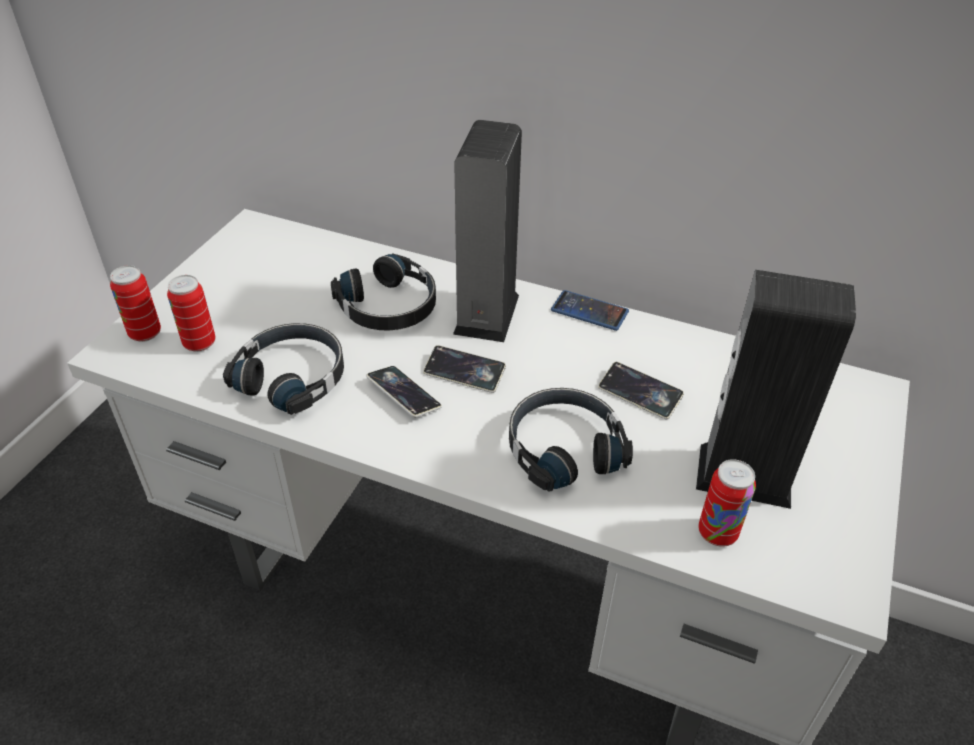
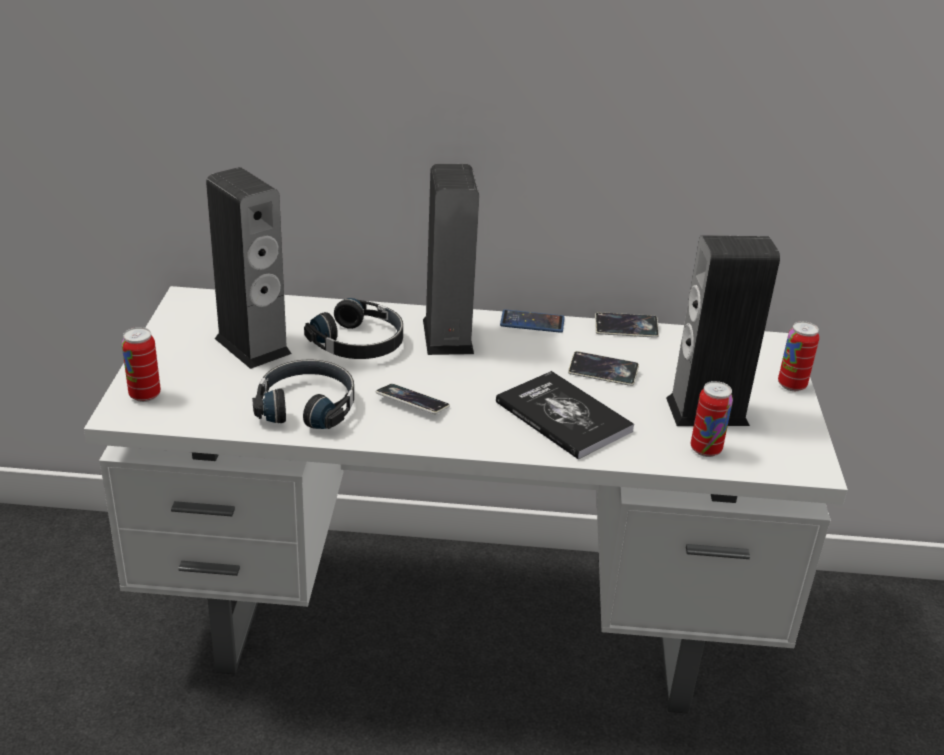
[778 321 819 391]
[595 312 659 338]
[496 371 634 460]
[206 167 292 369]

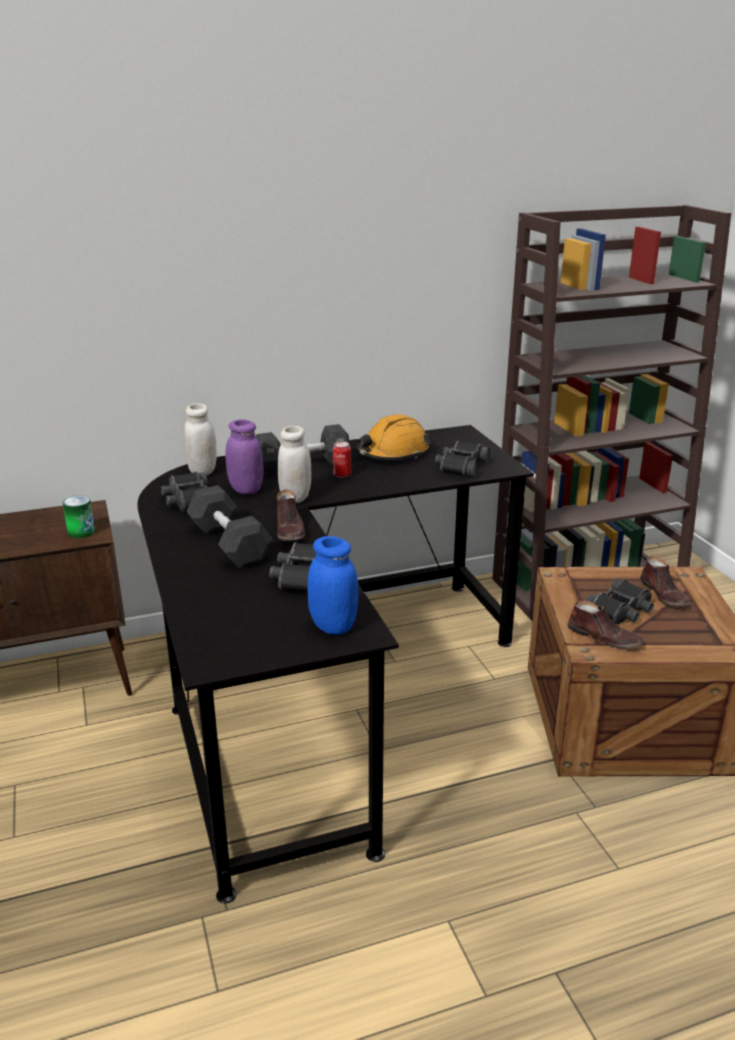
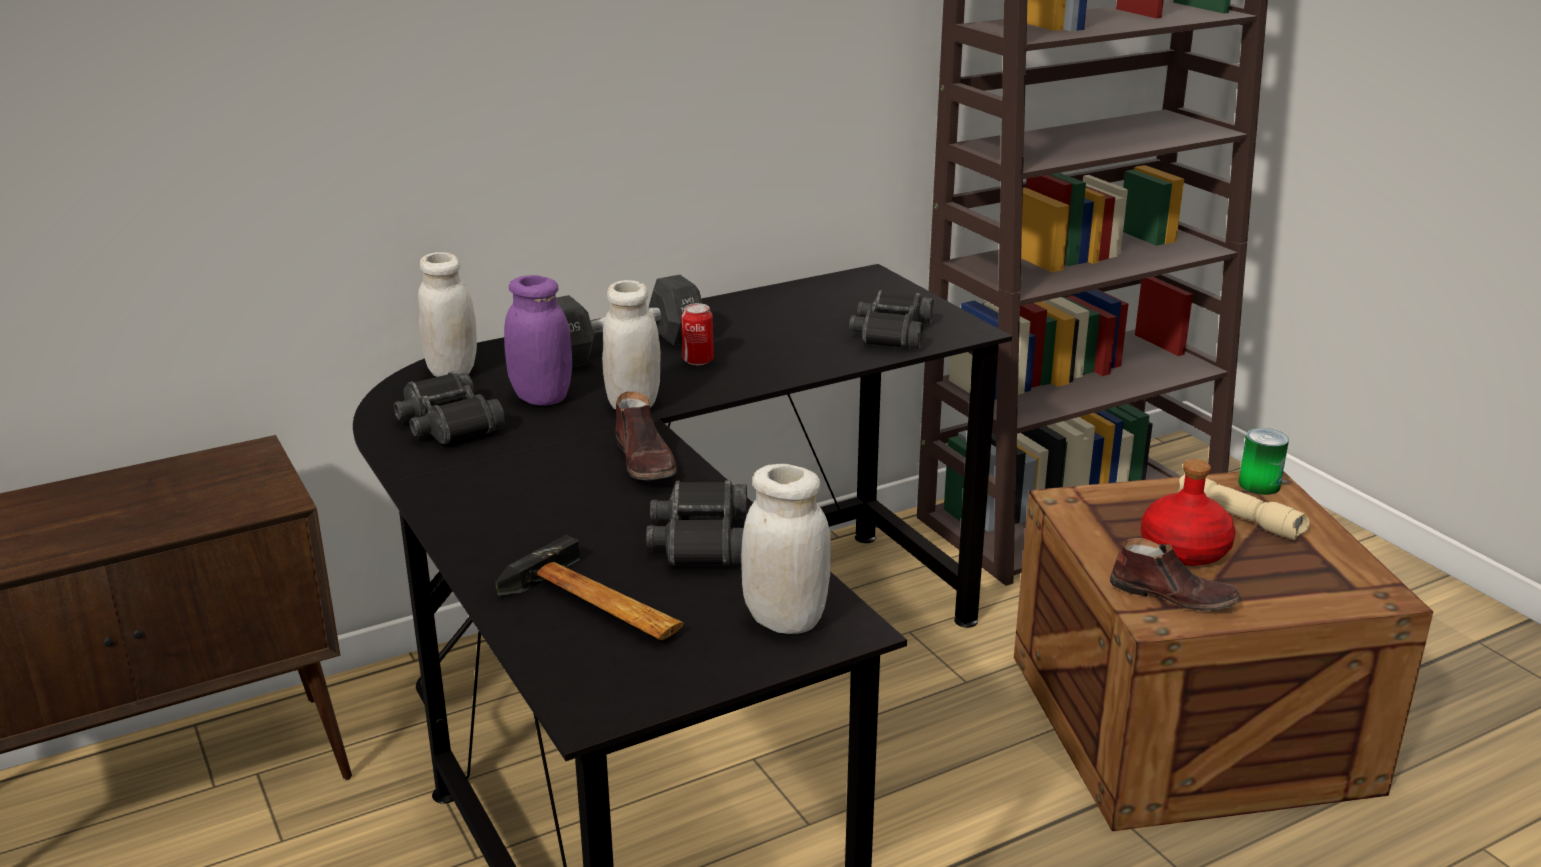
[356 415 431 460] (first image)
[186 485 273 568] (first image)
[1238 428 1289 495]
[741 464 831 634]
[1178 475 1310 540]
[1141 459 1236 566]
[496 535 684 640]

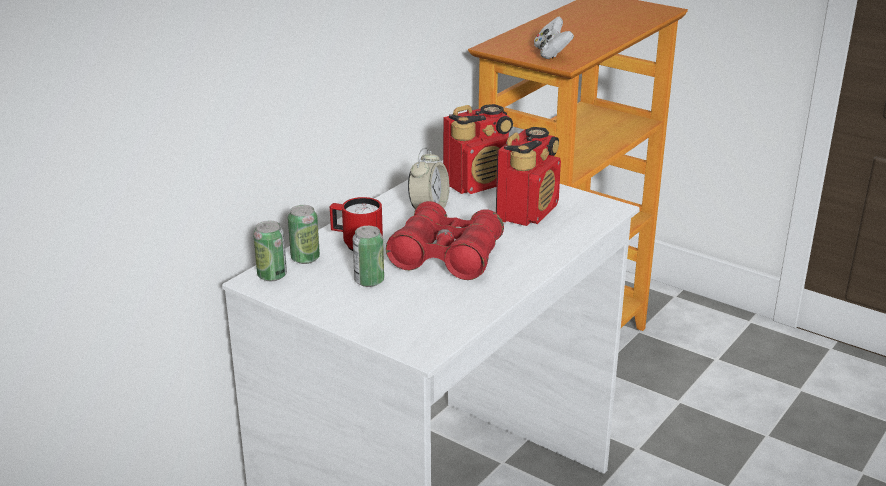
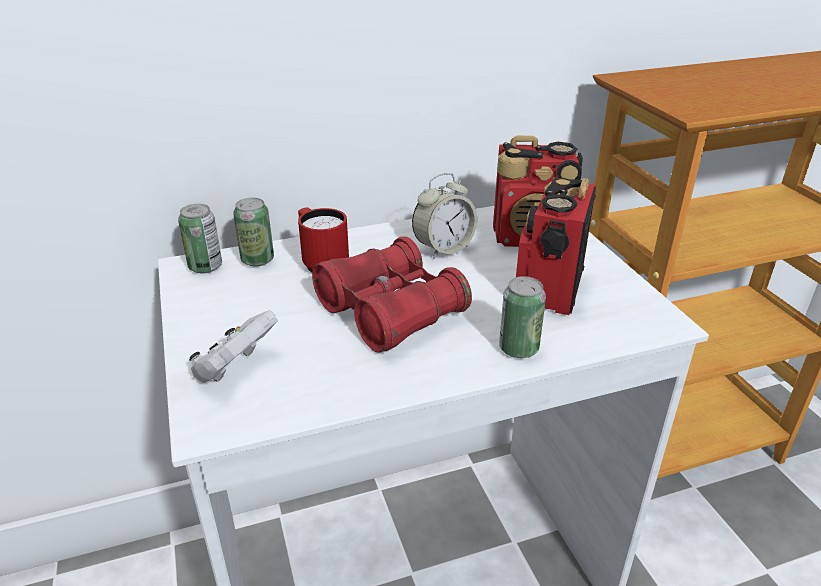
[189 310 278 382]
[516 178 596 315]
[499 276 546 358]

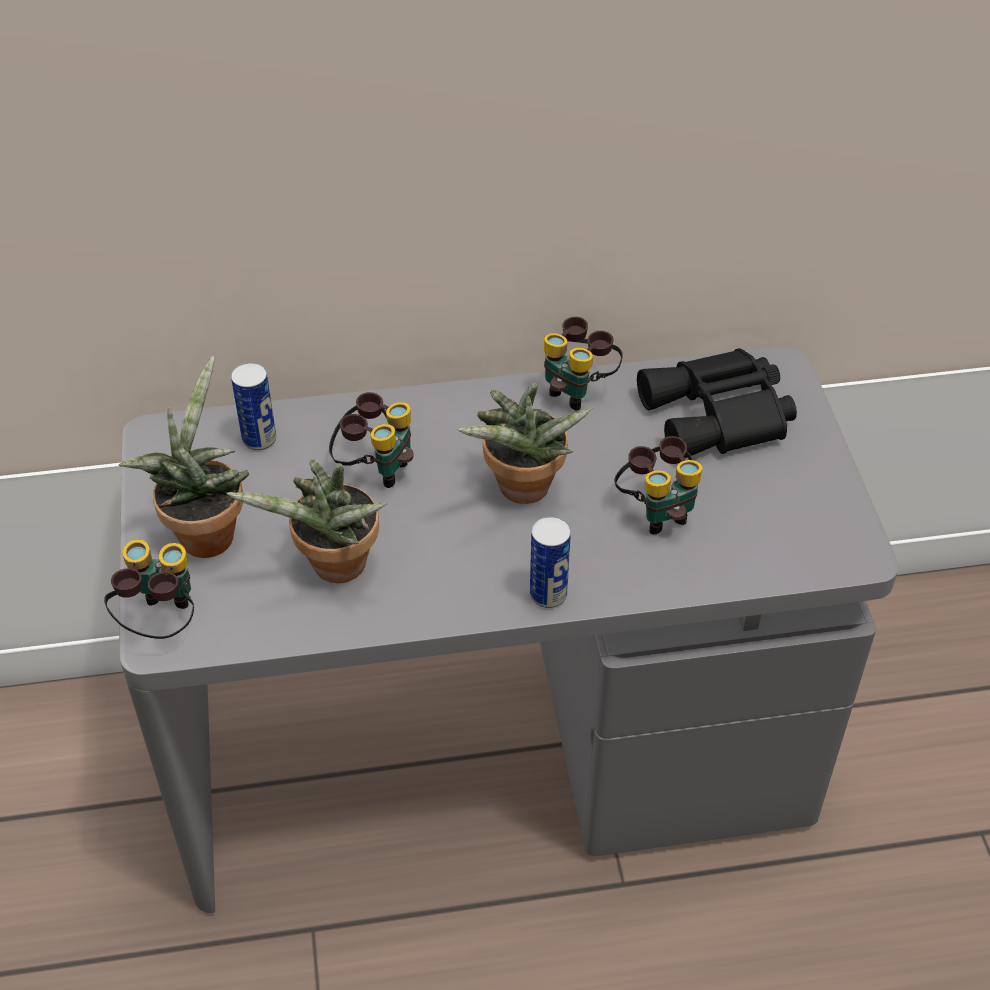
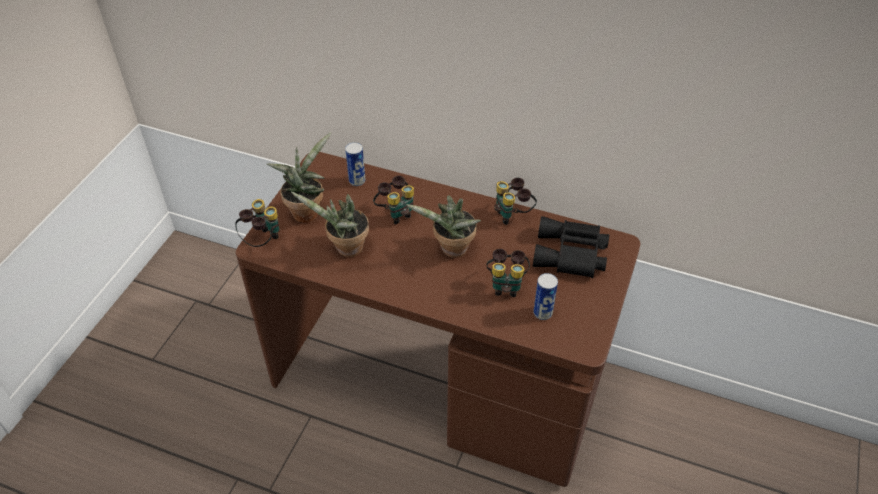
[236 152 640 487]
[533 273 558 320]

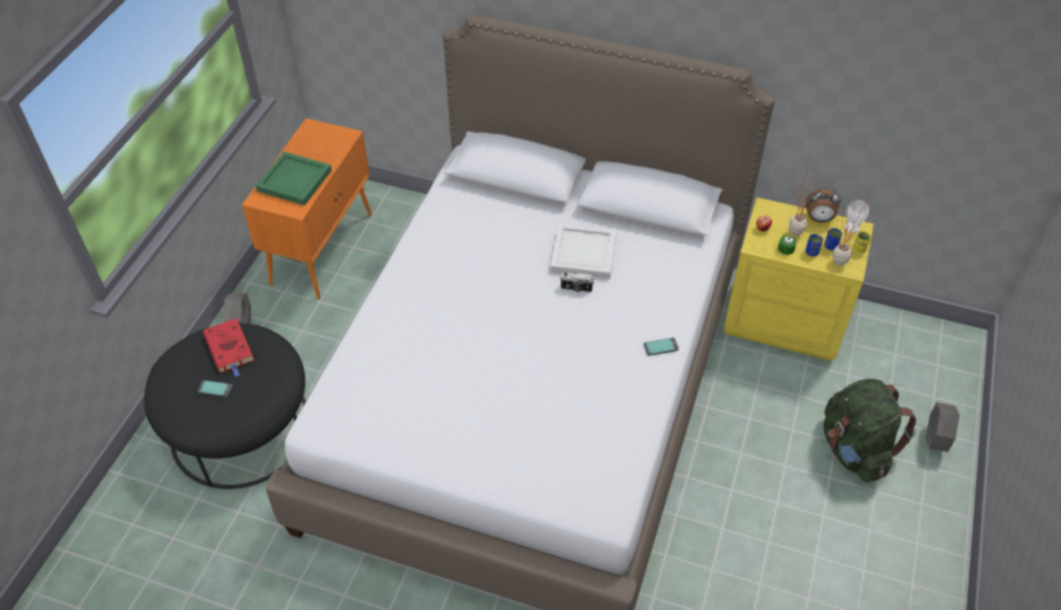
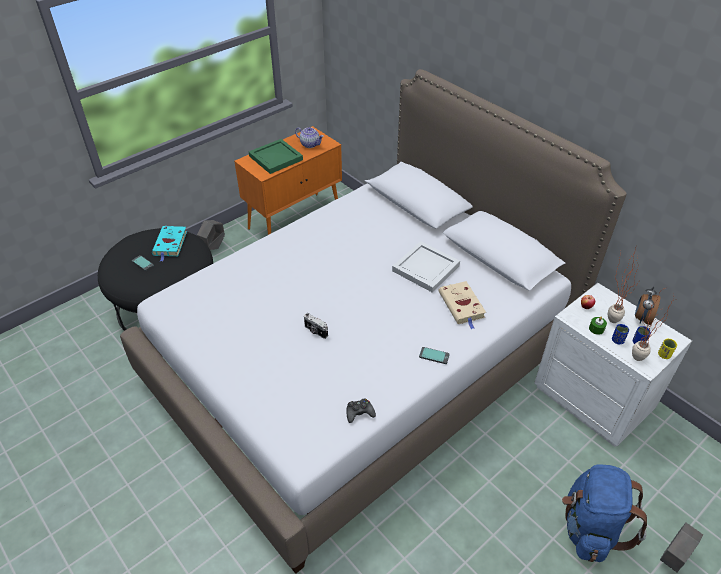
[635 287 660 325]
[534 283 692 447]
[845 200 869 233] (first image)
[304 313 328 339]
[152 226 187 261]
[562 464 647 562]
[295 127 324 148]
[438 281 486 329]
[346 399 376 423]

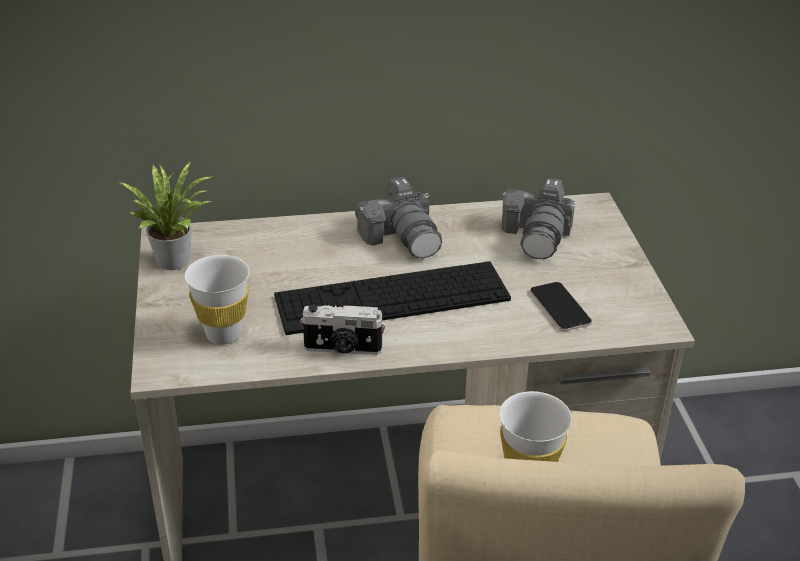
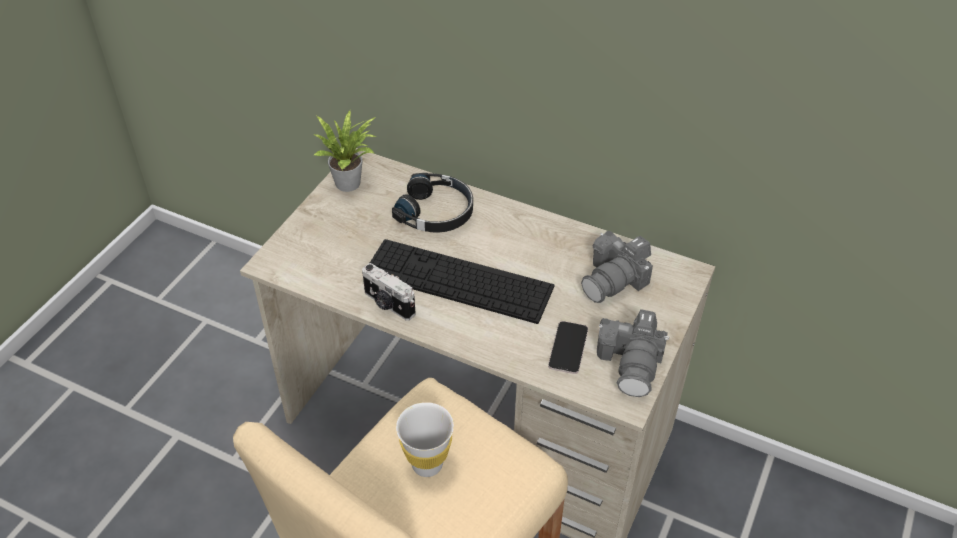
[597 309 669 397]
[184 255 250 345] (first image)
[392 173 473 233]

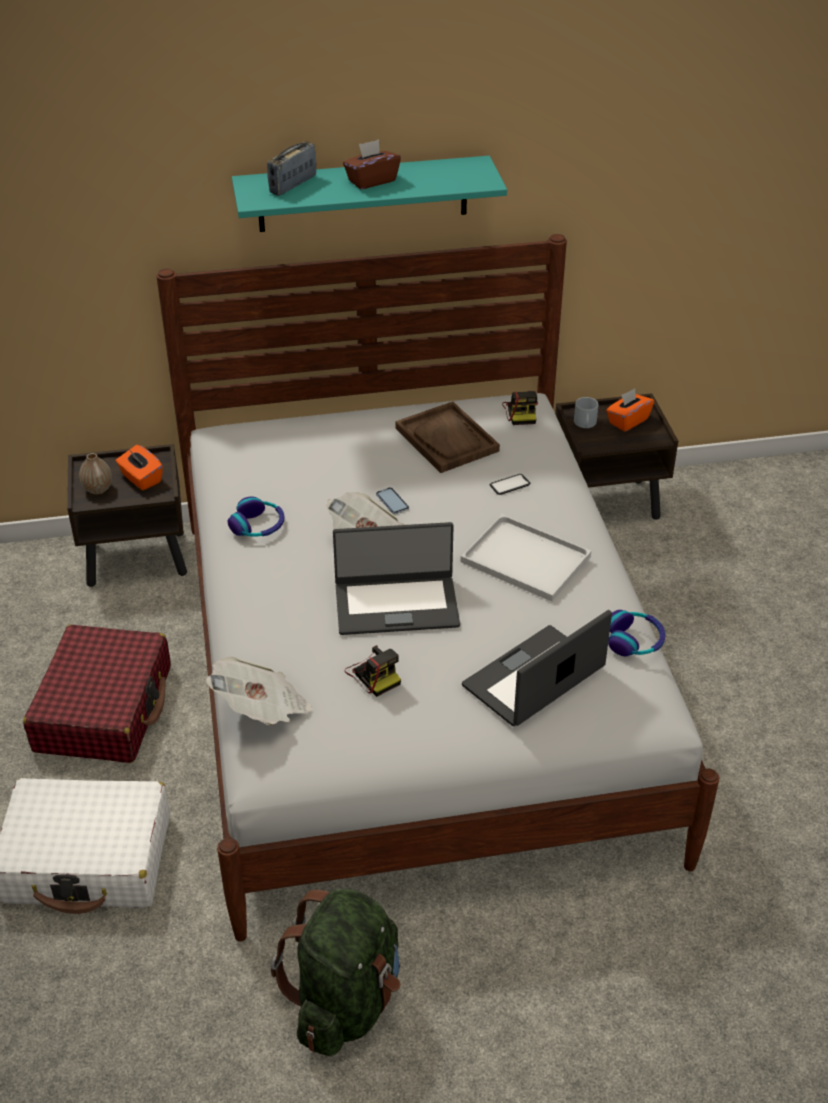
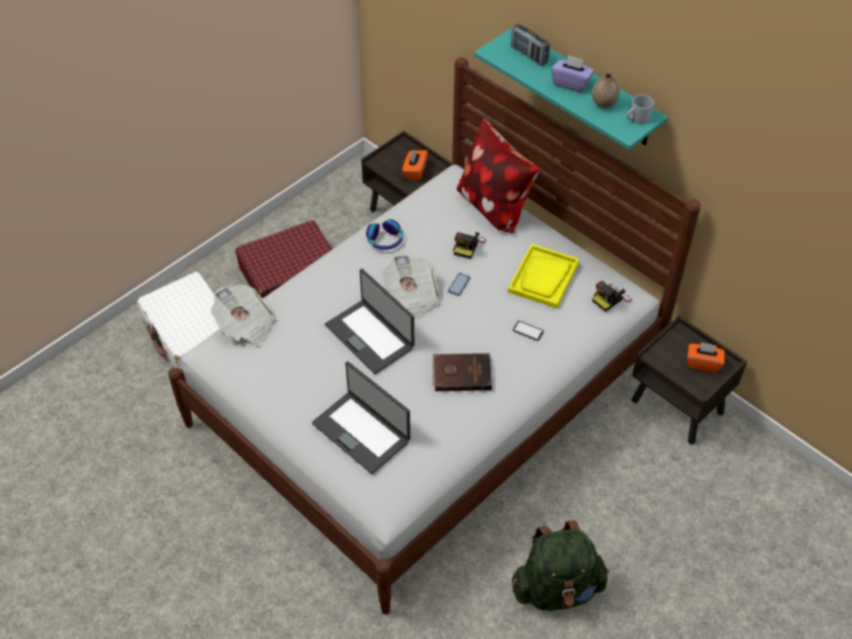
[551 55 594 93]
[511 23 550 66]
[627 95 654 124]
[508 244 580 309]
[592 73 620 109]
[432 353 492 391]
[312 361 410 474]
[608 610 665 656] (first image)
[453 232 486 259]
[512 520 610 611]
[457 118 540 233]

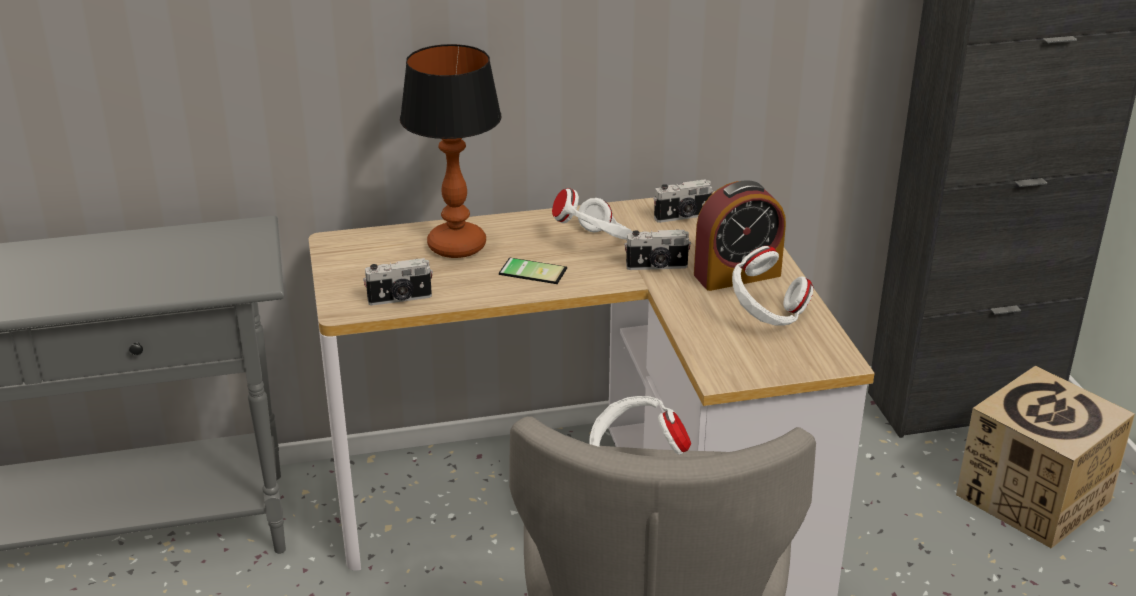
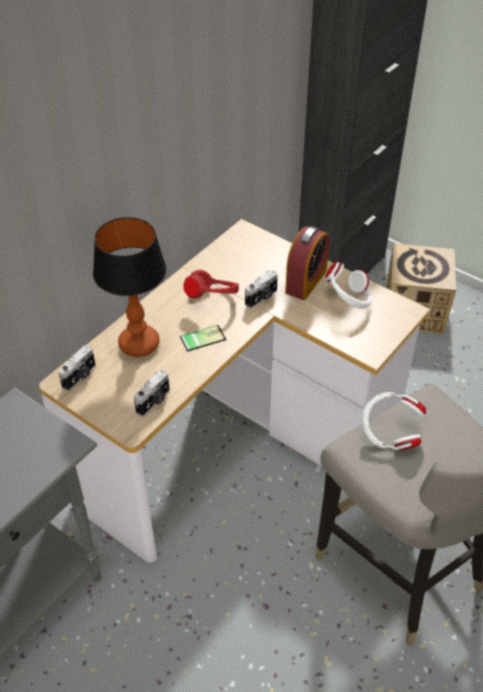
[58 345 95 391]
[183 270 239 299]

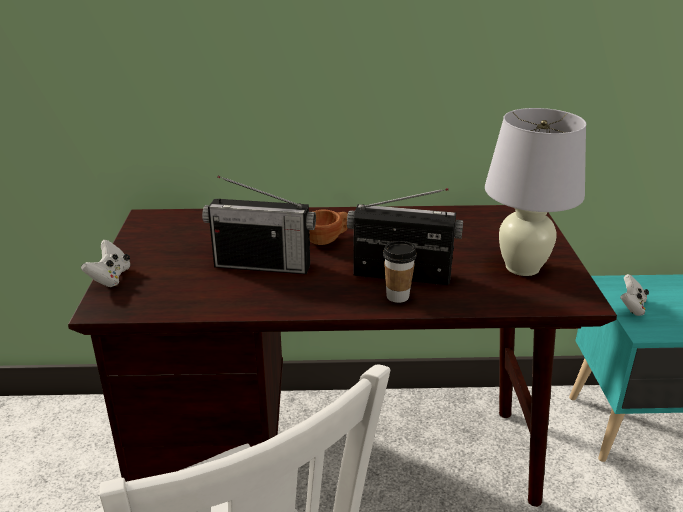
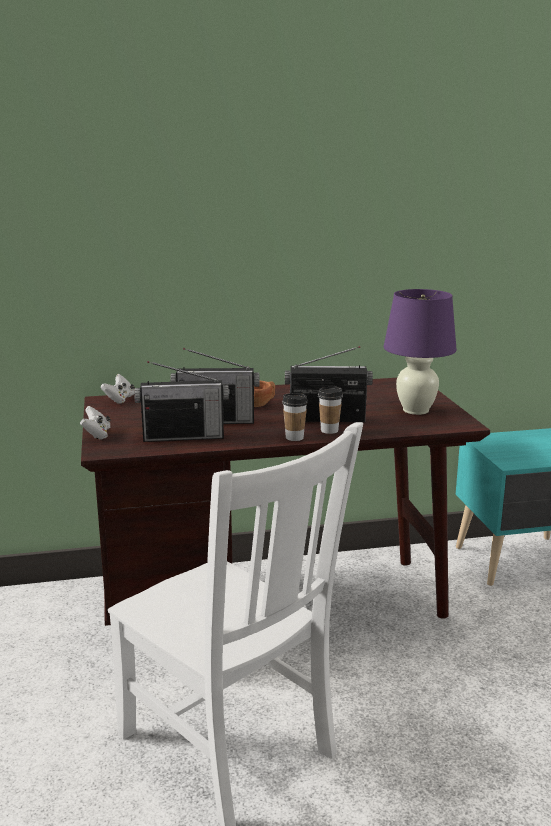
[383 289 457 415]
[100 374 135 404]
[134 361 229 442]
[282 393 308 441]

